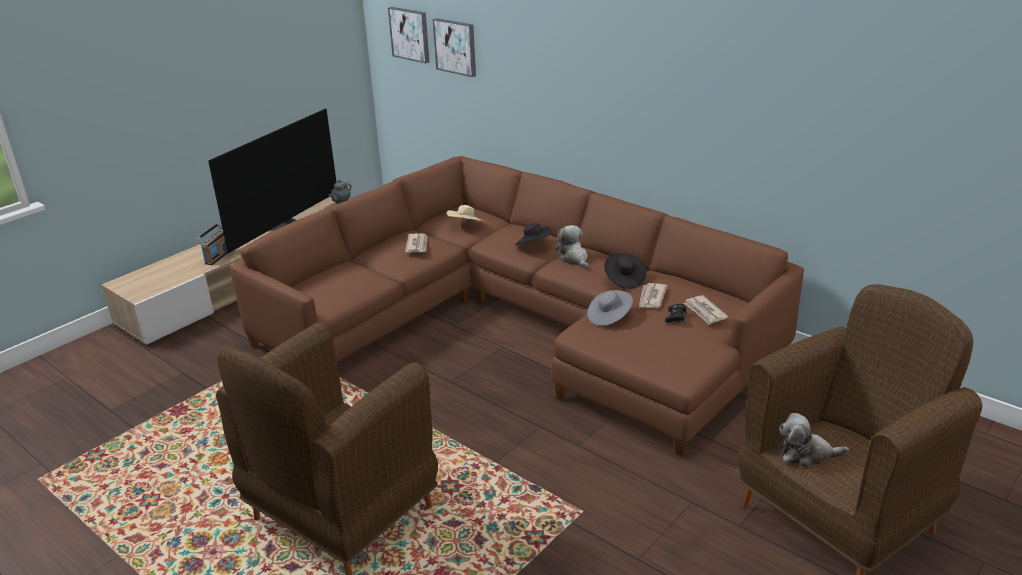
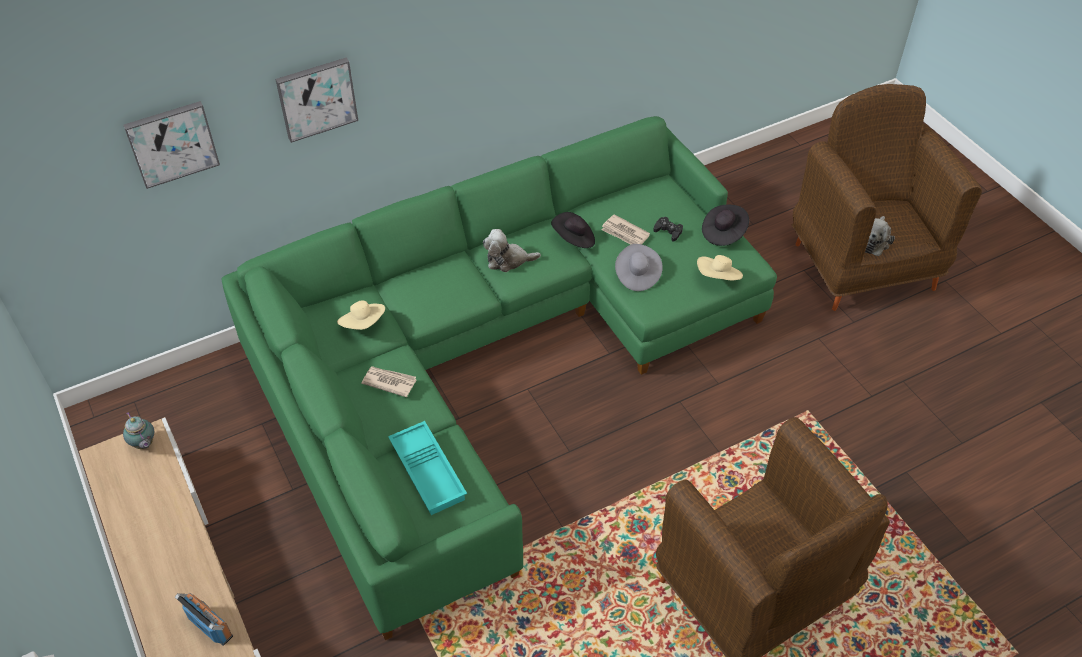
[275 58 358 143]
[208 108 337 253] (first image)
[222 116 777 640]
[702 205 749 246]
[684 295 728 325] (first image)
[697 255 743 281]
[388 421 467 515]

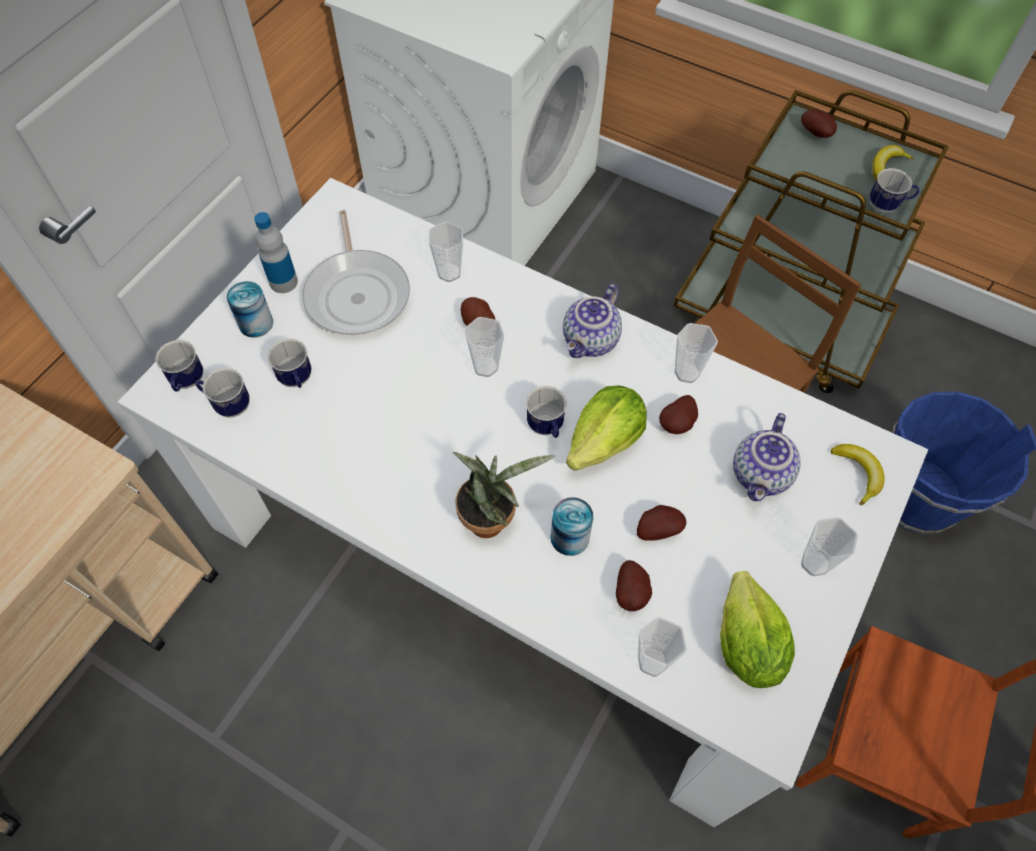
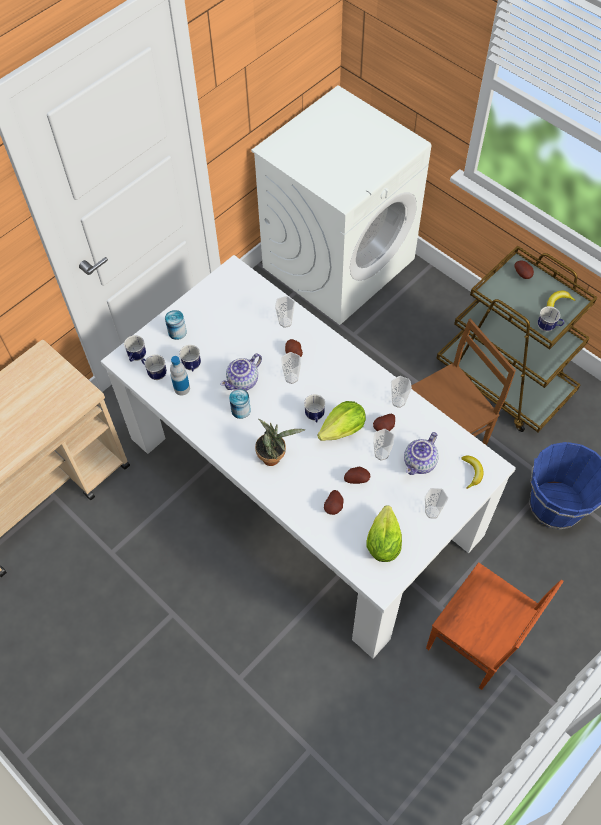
[302 210 410 335] (first image)
[170 356 190 396]
[221 353 262 391]
[229 389 251 419]
[373 429 394 461]

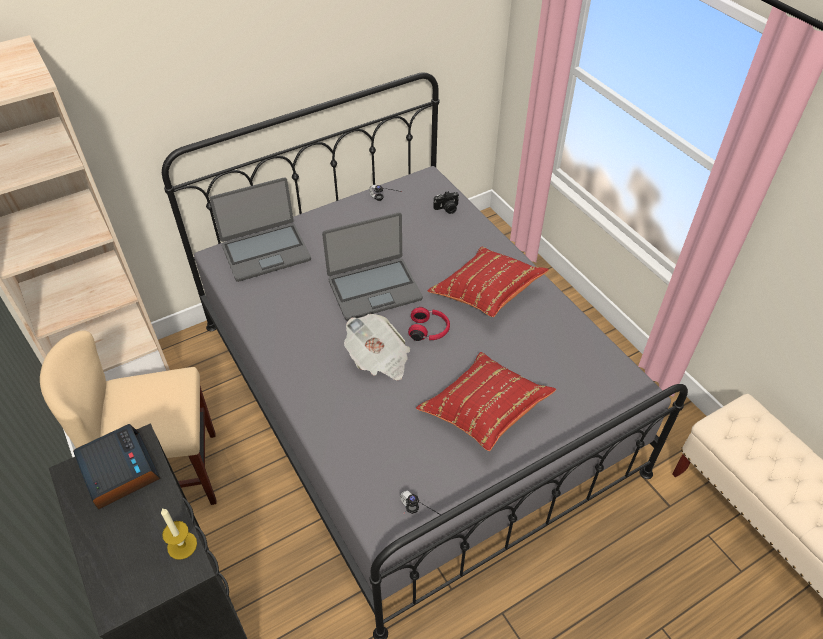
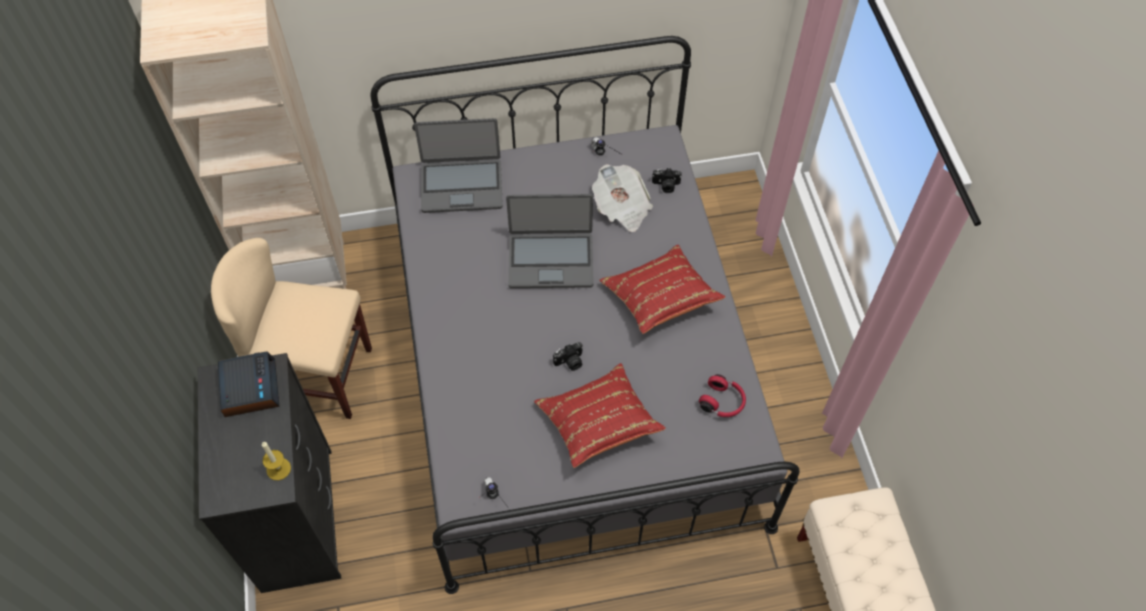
[699 374 746 417]
[592 164 653 232]
[553 342 583 371]

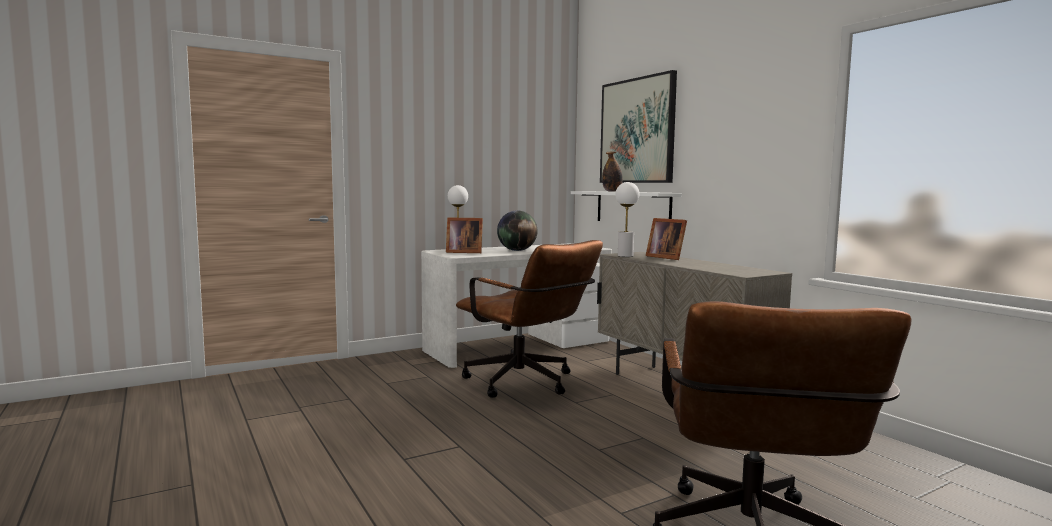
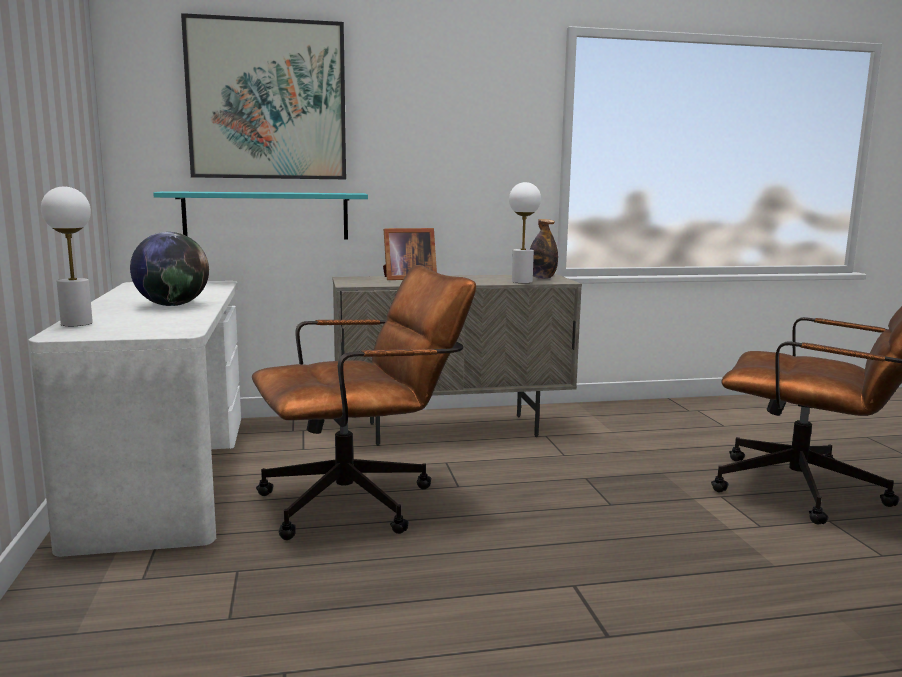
[530 219 558 279]
[509 182 541 283]
[153 191 368 240]
[446 217 483 253] (first image)

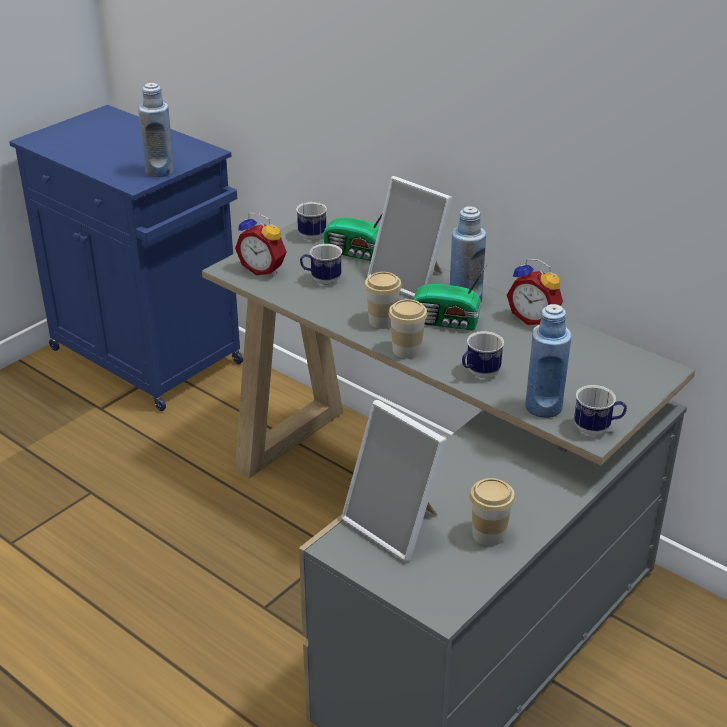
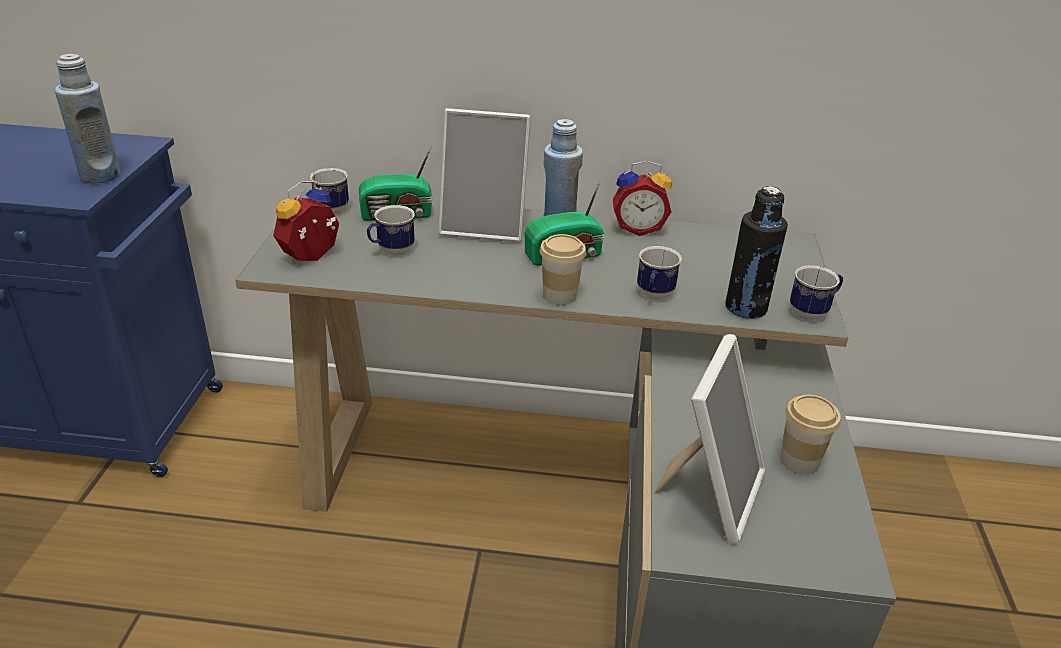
[273 181 339 264]
[364 272 402 329] (first image)
[725 186 788 319]
[655 334 765 544]

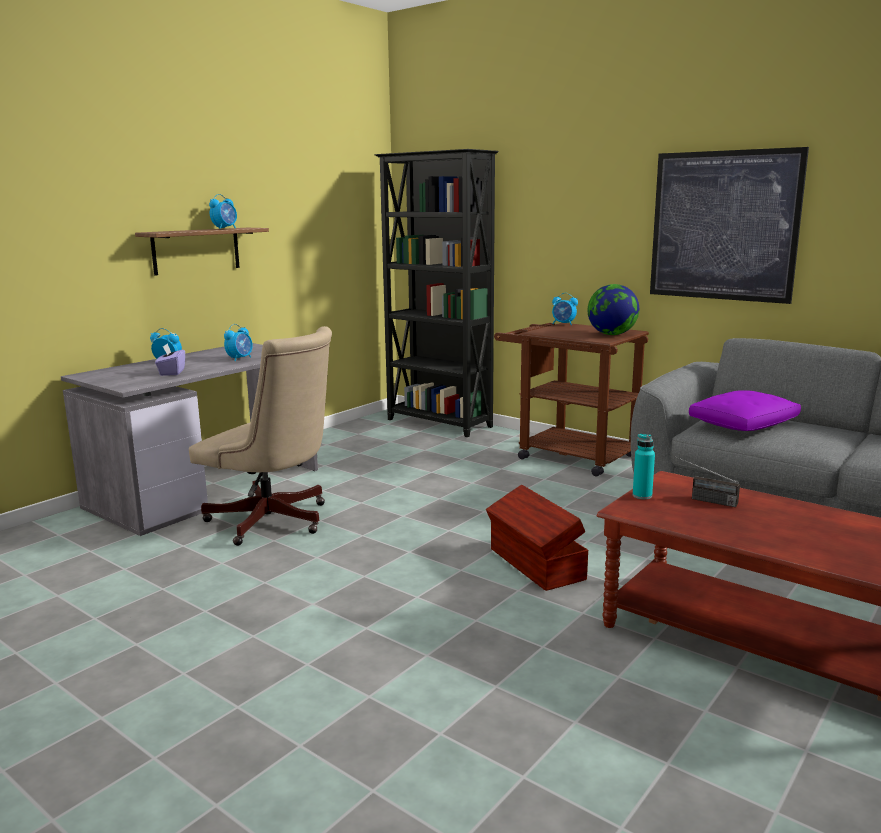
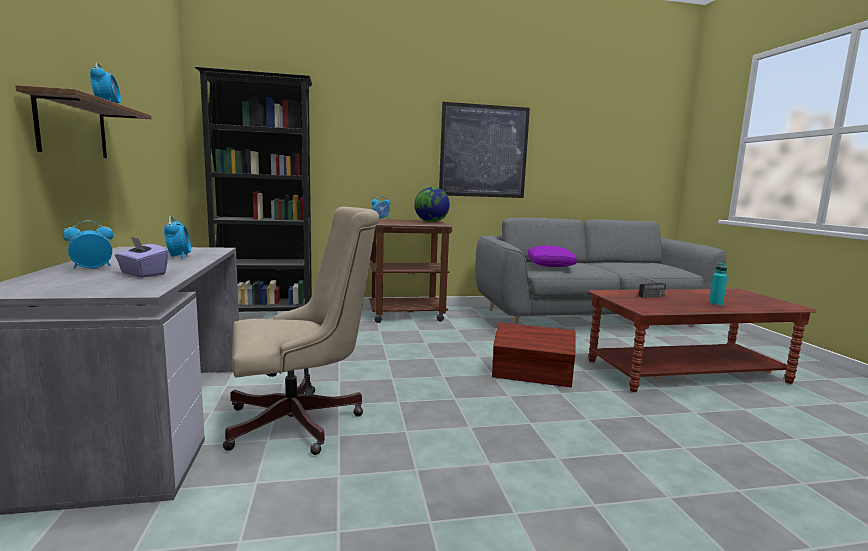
[709 263 728 306]

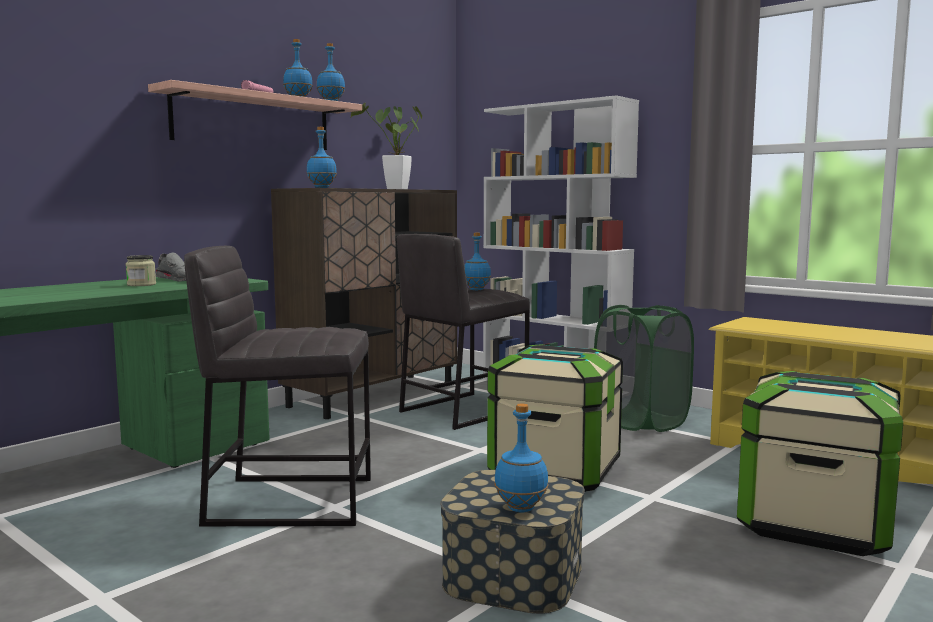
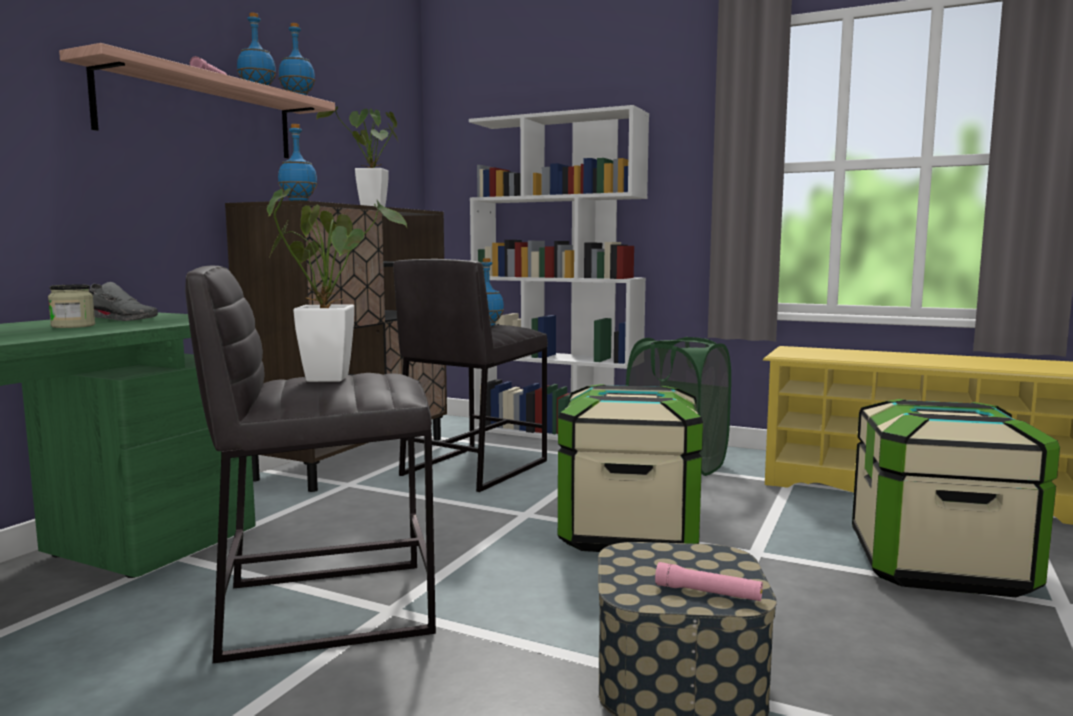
[655 562 763 601]
[267 188 408 382]

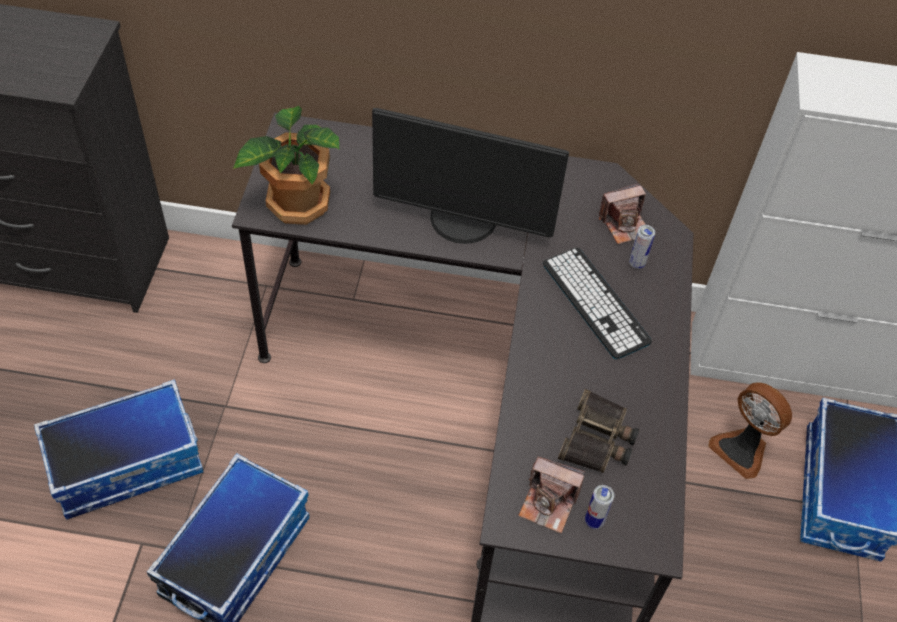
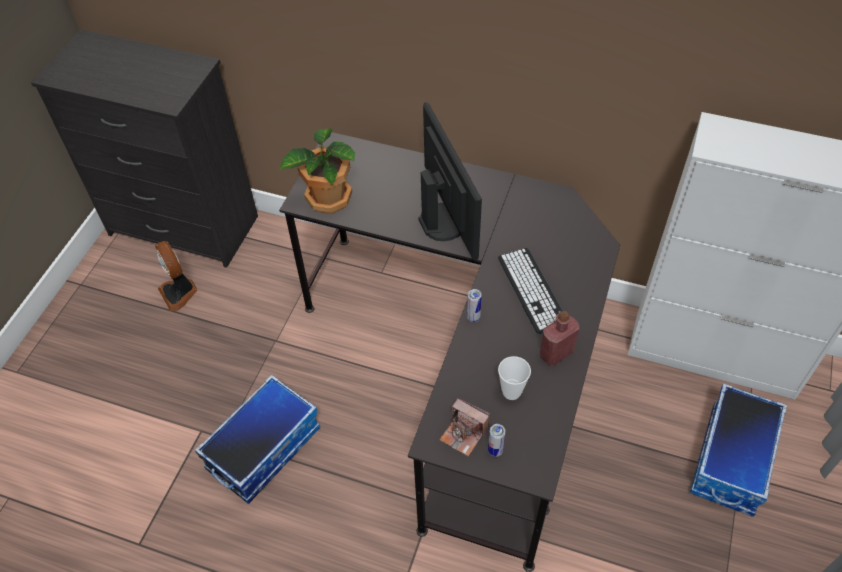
[419 102 482 261]
[599 183 646 244] (first image)
[467 289 482 322]
[34 379 204 520] (first image)
[155 241 198 311]
[498 356 531 400]
[540 311 580 366]

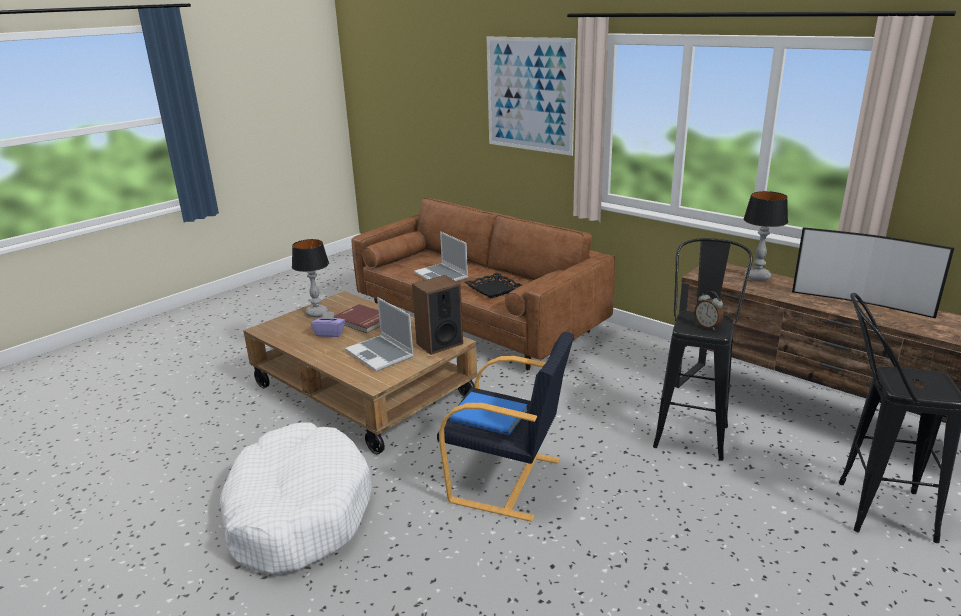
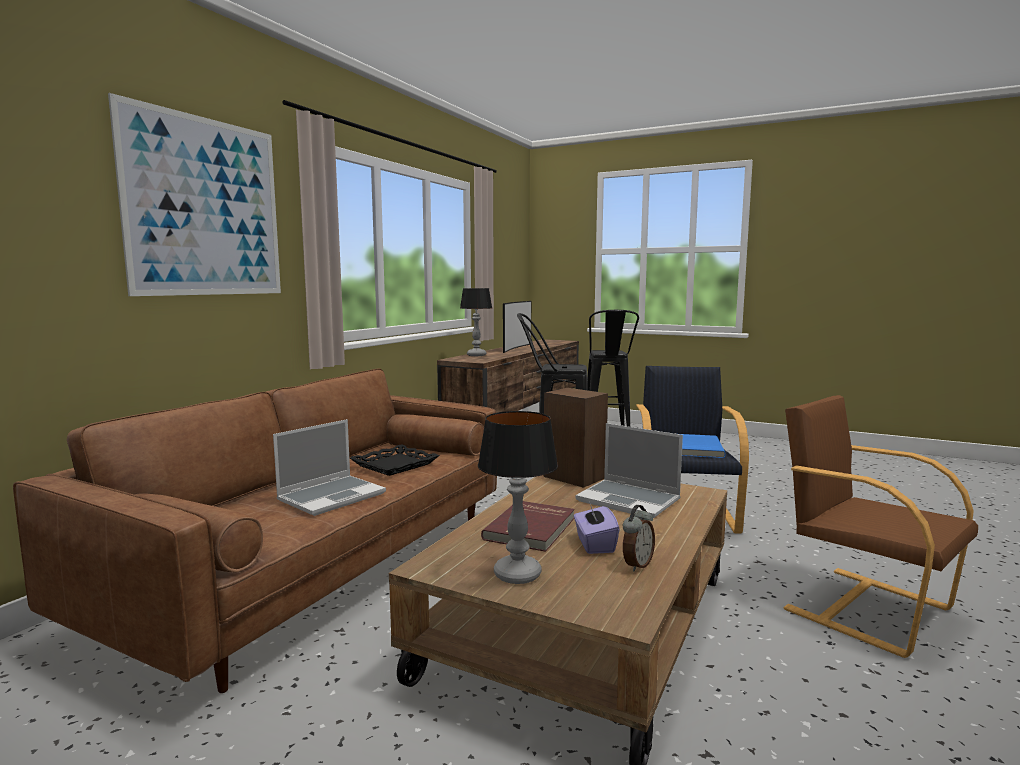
[623 505 655 572]
[575 423 683 518]
[784 395 978 658]

